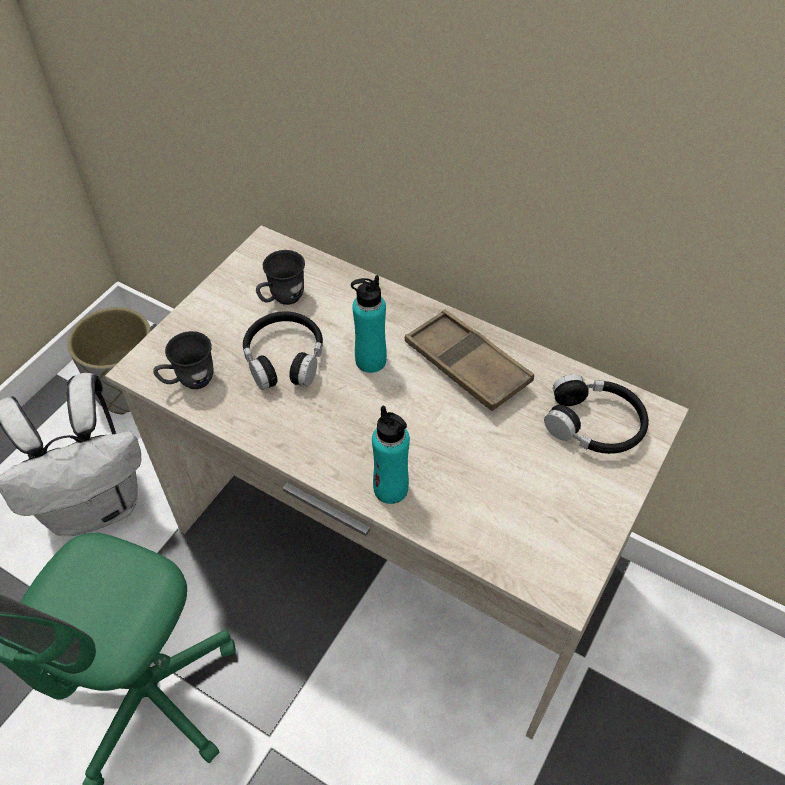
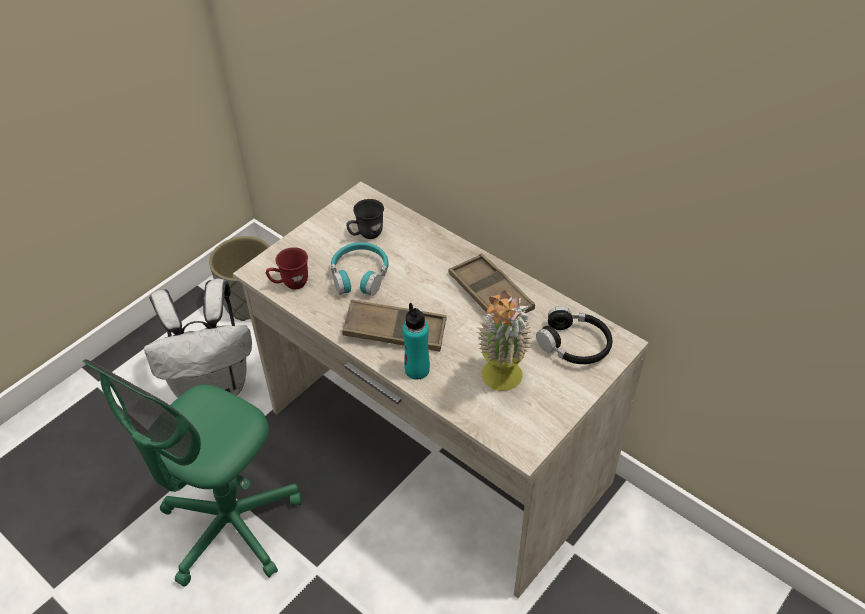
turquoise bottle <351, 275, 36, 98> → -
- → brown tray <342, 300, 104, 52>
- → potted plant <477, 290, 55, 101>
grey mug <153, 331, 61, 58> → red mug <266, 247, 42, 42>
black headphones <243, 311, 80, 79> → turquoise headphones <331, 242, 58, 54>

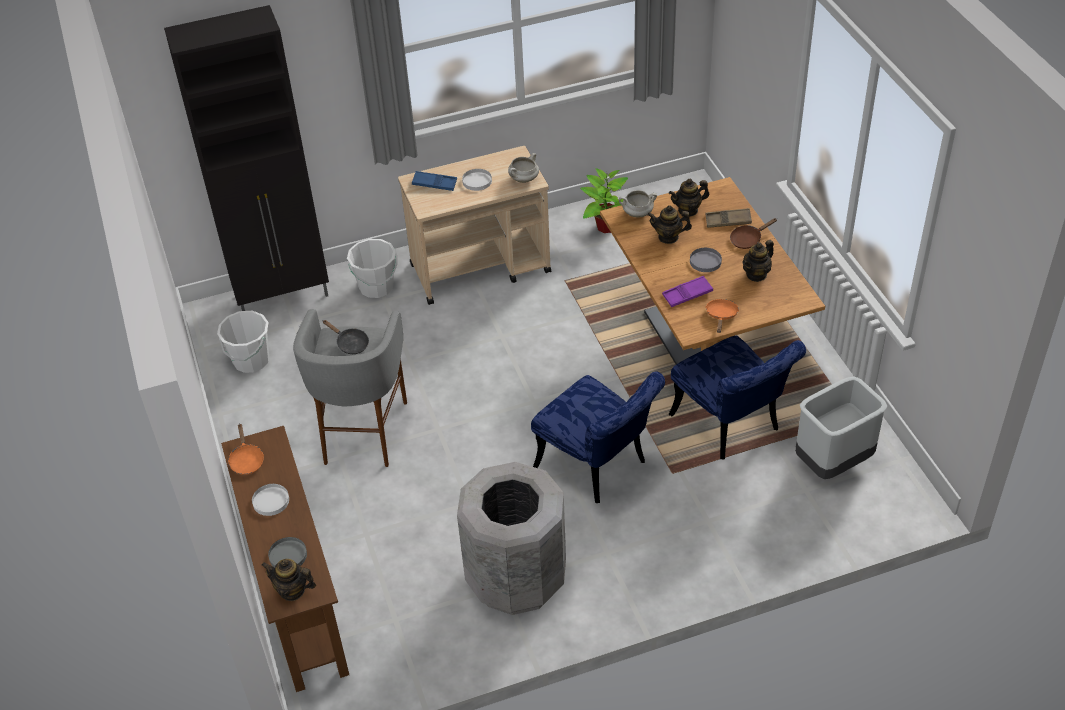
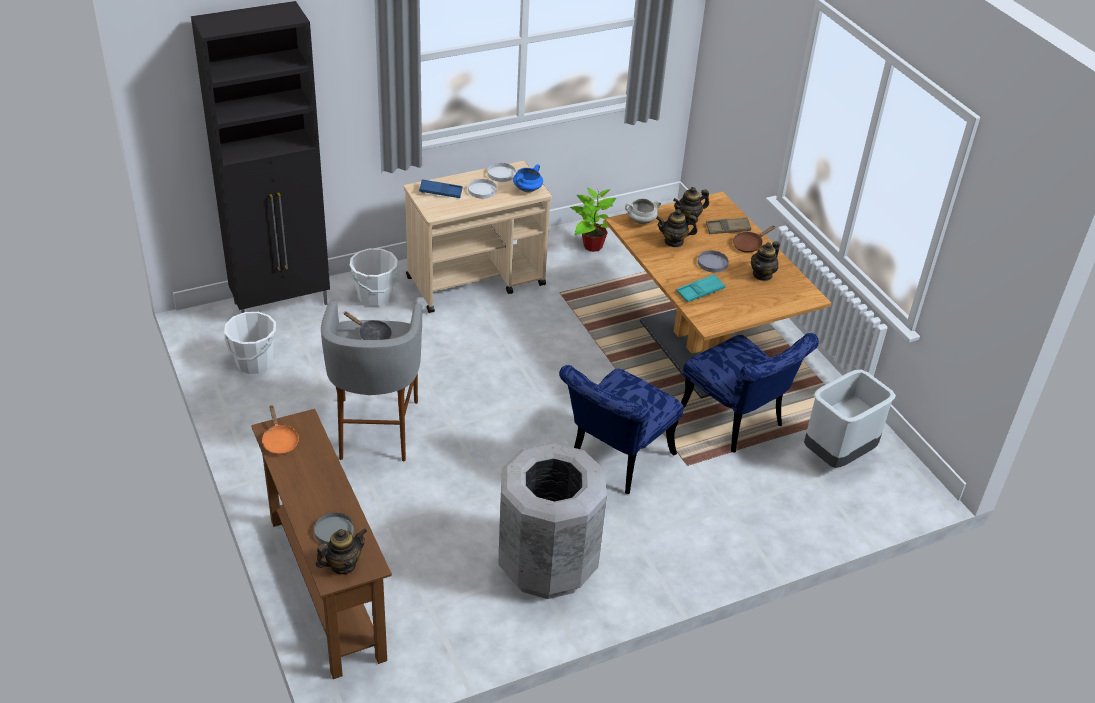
orange frying pan <705, 299, 34, 34> → -
white plate <252, 484, 37, 32> → white plate <487, 163, 29, 19>, move
white cooking pot <508, 153, 31, 30> → blue cooking pot <513, 164, 30, 28>
purple tray <662, 276, 51, 31> → turquoise tray <677, 274, 48, 28>
teapot <261, 559, 55, 42> → teapot <316, 528, 51, 46>, 135 degrees clockwise
blue chair <531, 371, 134, 132> → blue chair <559, 365, 124, 129>, 90 degrees clockwise

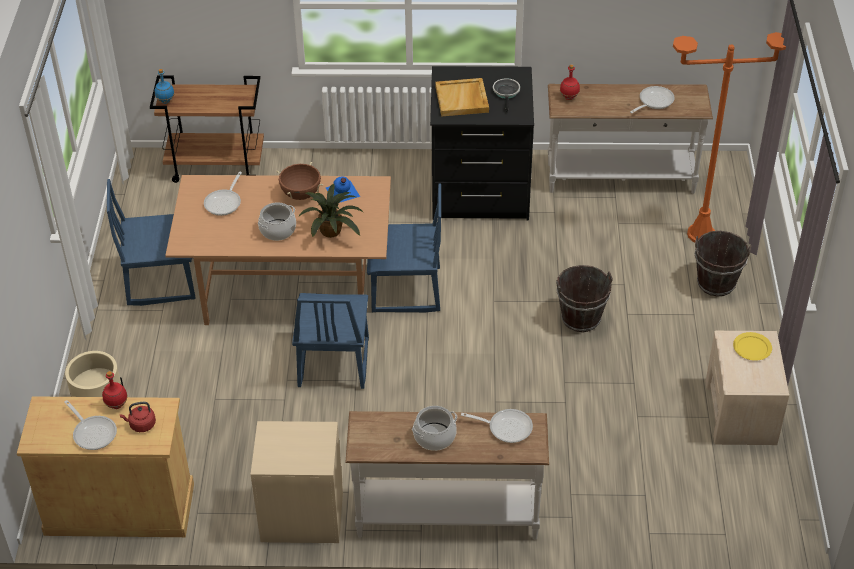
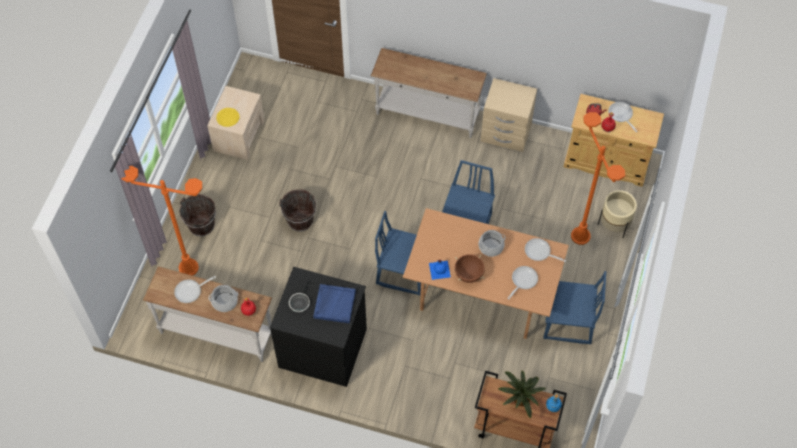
- → orange floor lamp <571, 112, 54, 133>
potted plant <299, 184, 65, 54> → potted plant <498, 370, 48, 48>, move
cooking pot <412, 406, 45, 45> → cooking pot <208, 285, 30, 27>, move
frying pan <461, 409, 72, 34> → frying pan <525, 238, 41, 24>, move
beige tray <435, 78, 54, 39> → blue tray <313, 284, 43, 39>

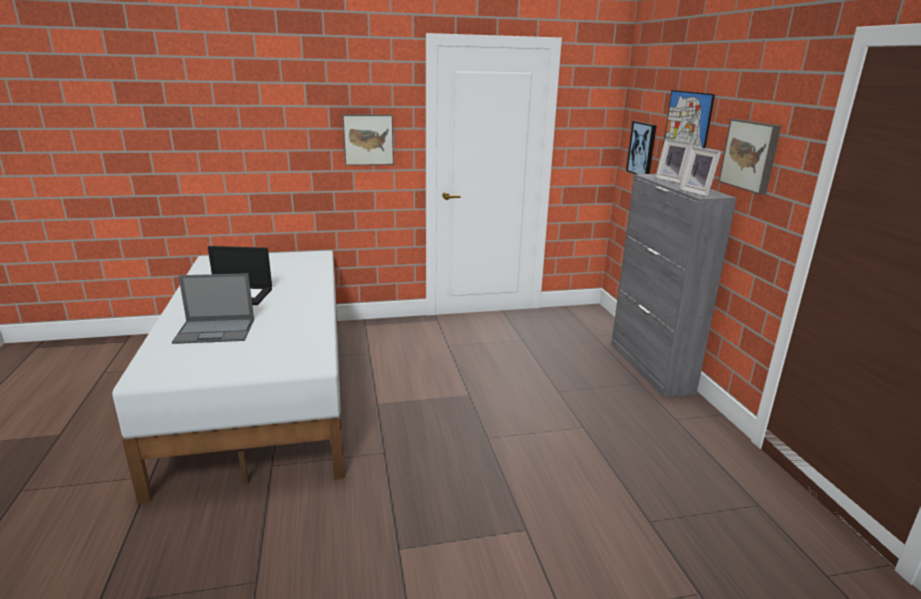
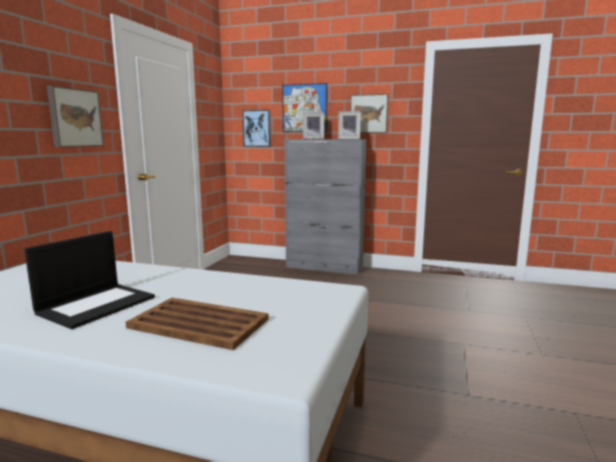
laptop <172, 273, 82, 71> → brown tray <126, 298, 143, 52>

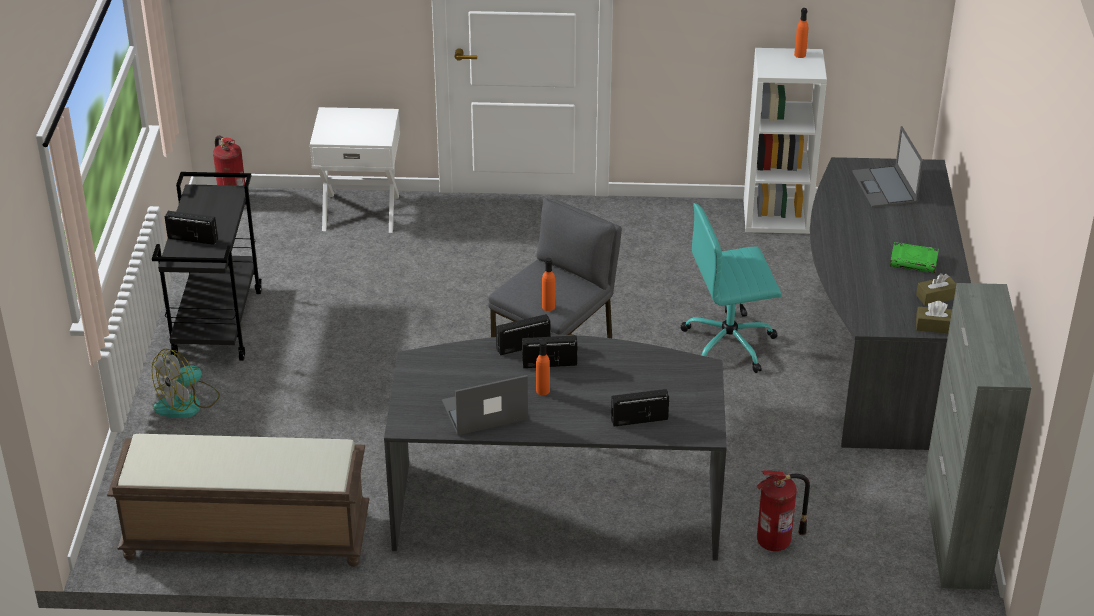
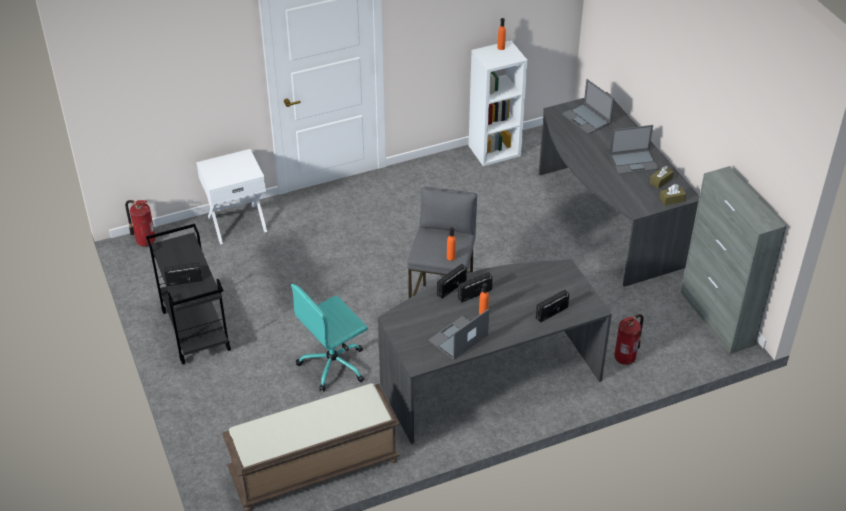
fan <152, 349, 68, 69> → -
turquoise office chair <680, 203, 101, 170> → turquoise office chair <291, 284, 77, 107>, move
green book <890, 242, 49, 31> → laptop <609, 125, 50, 49>

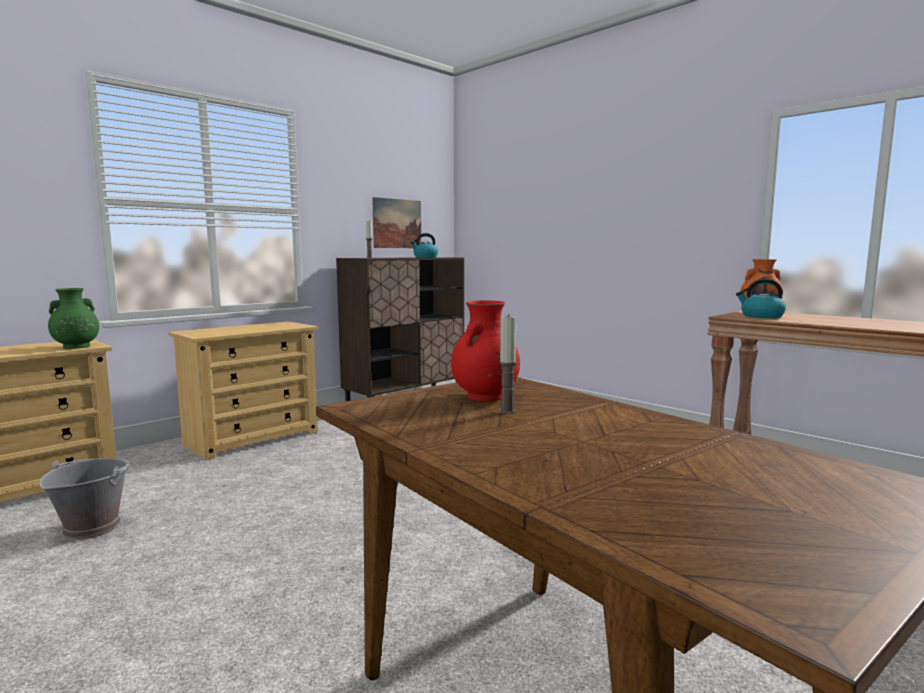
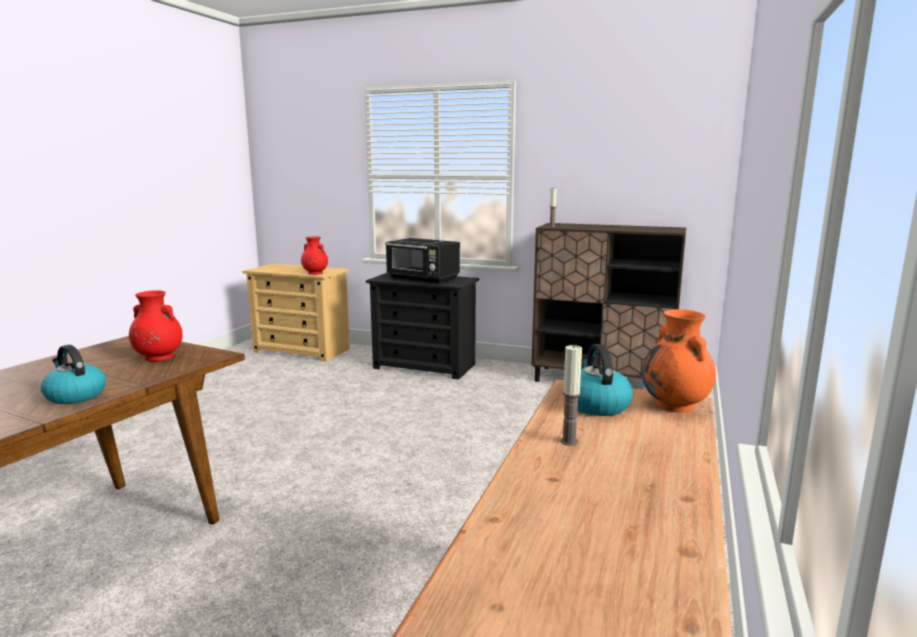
grey bucket <39, 458, 91, 82> → -
picture <372, 197, 49, 51> → -
- → black microwave <385, 238, 75, 46>
kettle <411, 233, 27, 25> → kettle <41, 345, 65, 59>, move
candle <499, 314, 18, 100> → candle <561, 344, 21, 102>, move
green vase <48, 288, 51, 61> → red vase <301, 236, 27, 39>
beige dresser <168, 321, 150, 139> → black dresser <366, 273, 113, 107>

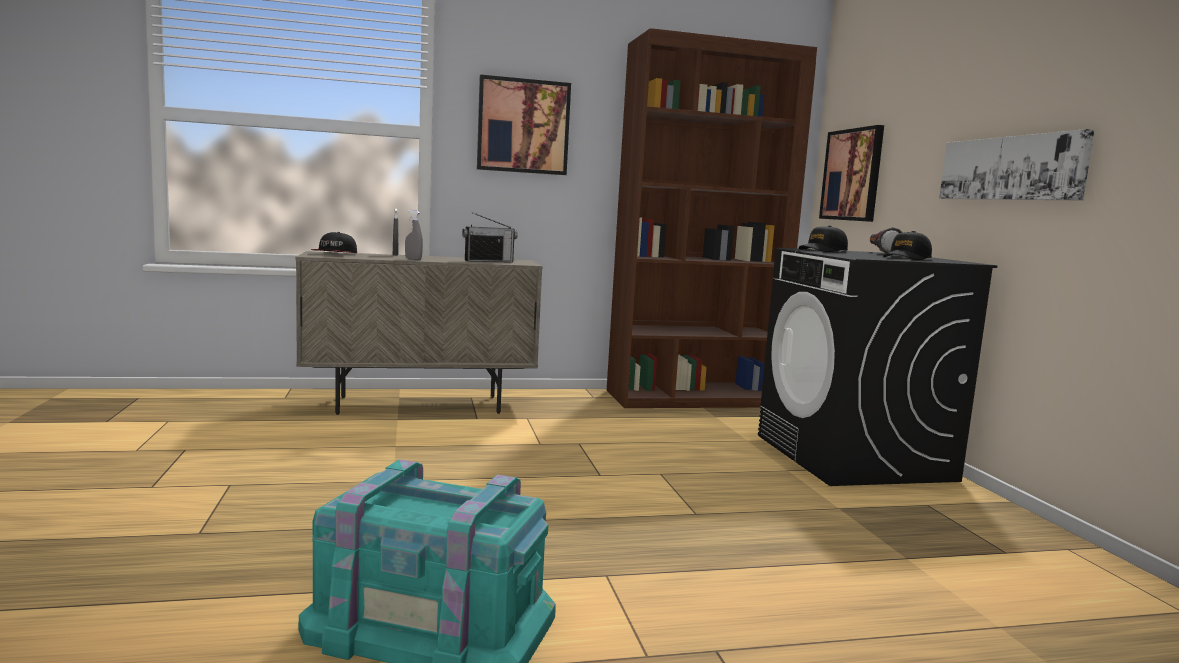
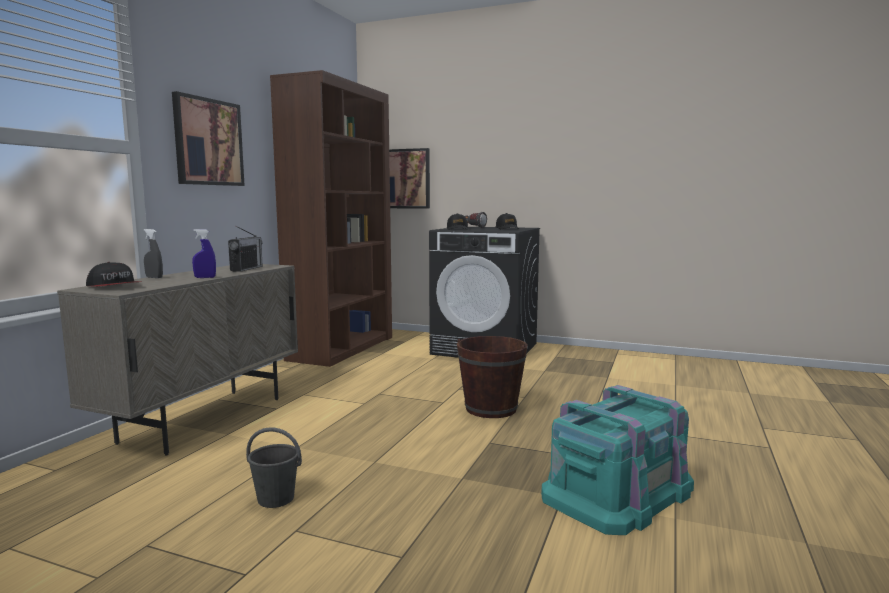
picture <939, 129, 156, 72> → -
- → grey bucket <246, 427, 56, 81>
- → brown bucket <457, 336, 71, 82>
grey spray bottle <405, 210, 18, 50> → blue spray bottle <192, 229, 24, 49>

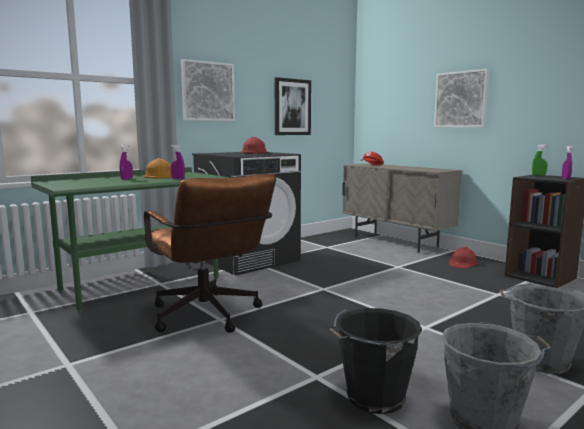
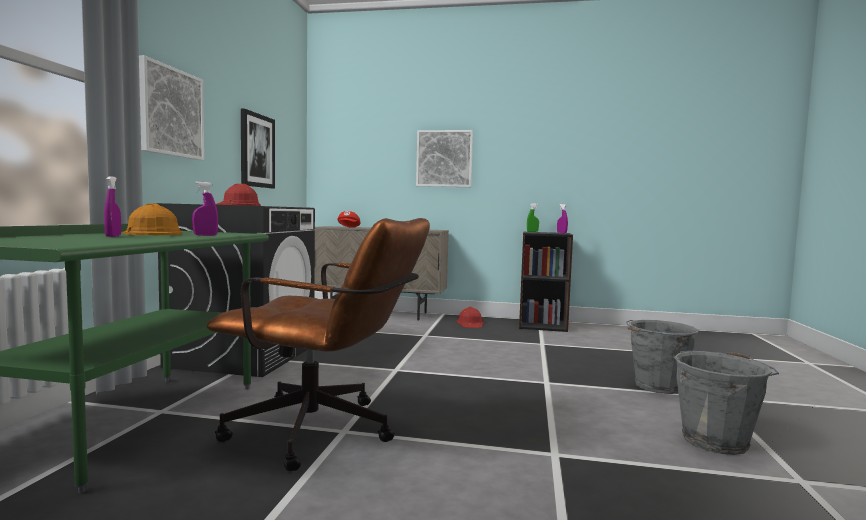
black bucket <329, 308, 93, 106> → -

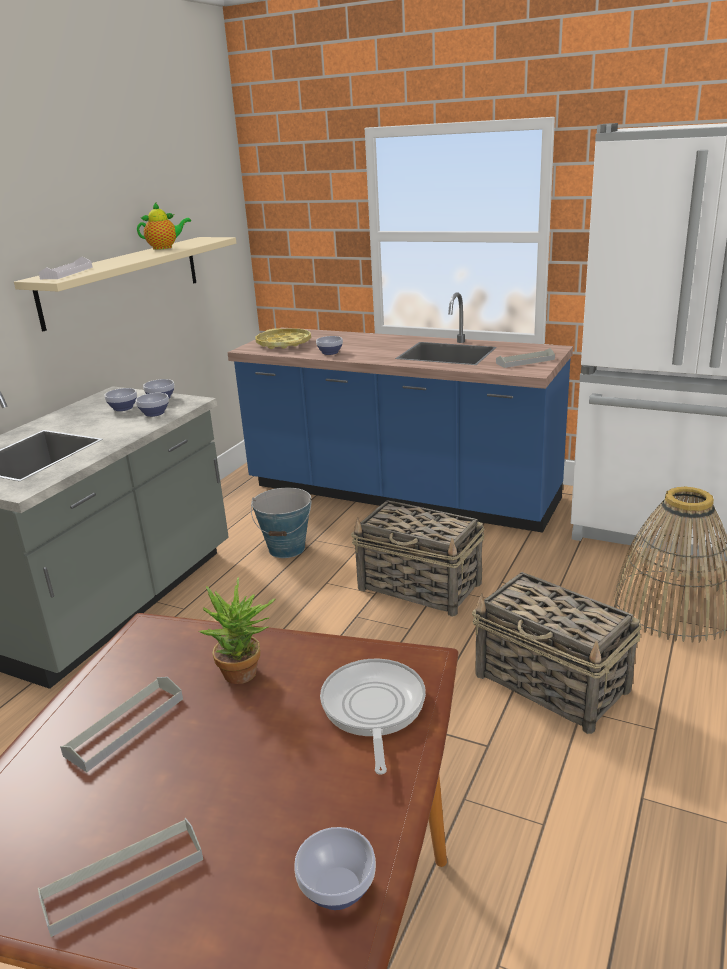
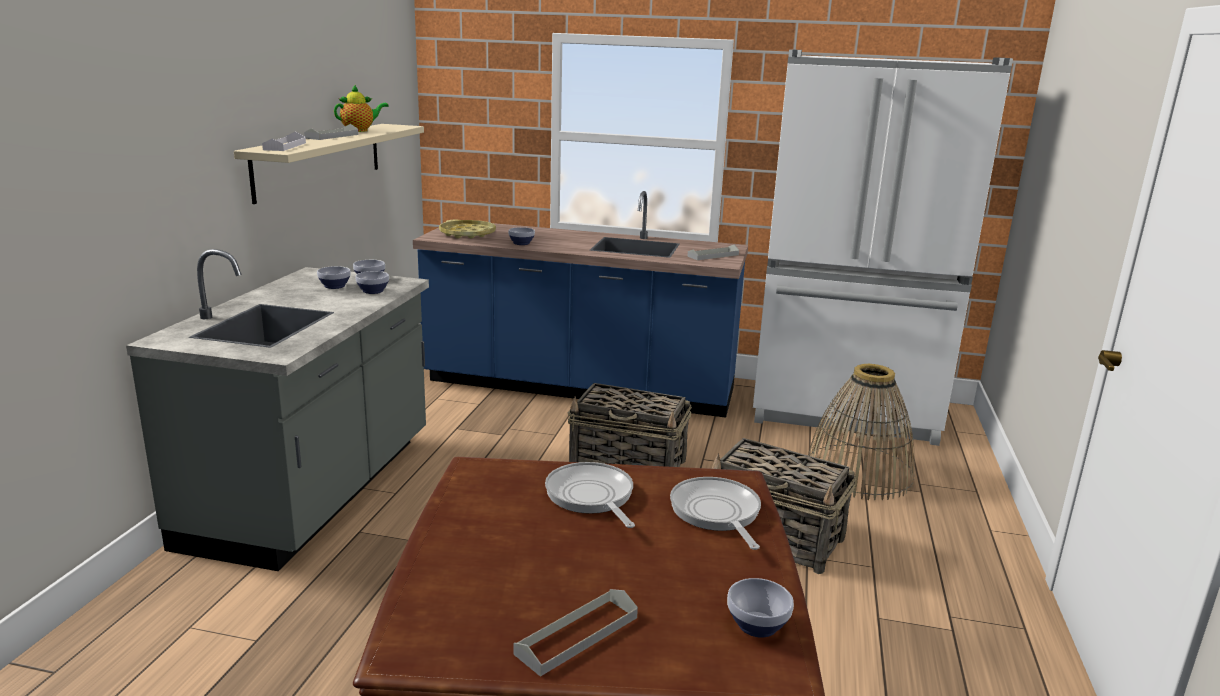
bucket <251, 488, 60, 70> → -
grey tray <60, 677, 123, 95> → grey tray <304, 124, 55, 16>, move
potted plant <199, 577, 77, 107> → frying pan <545, 462, 90, 66>

